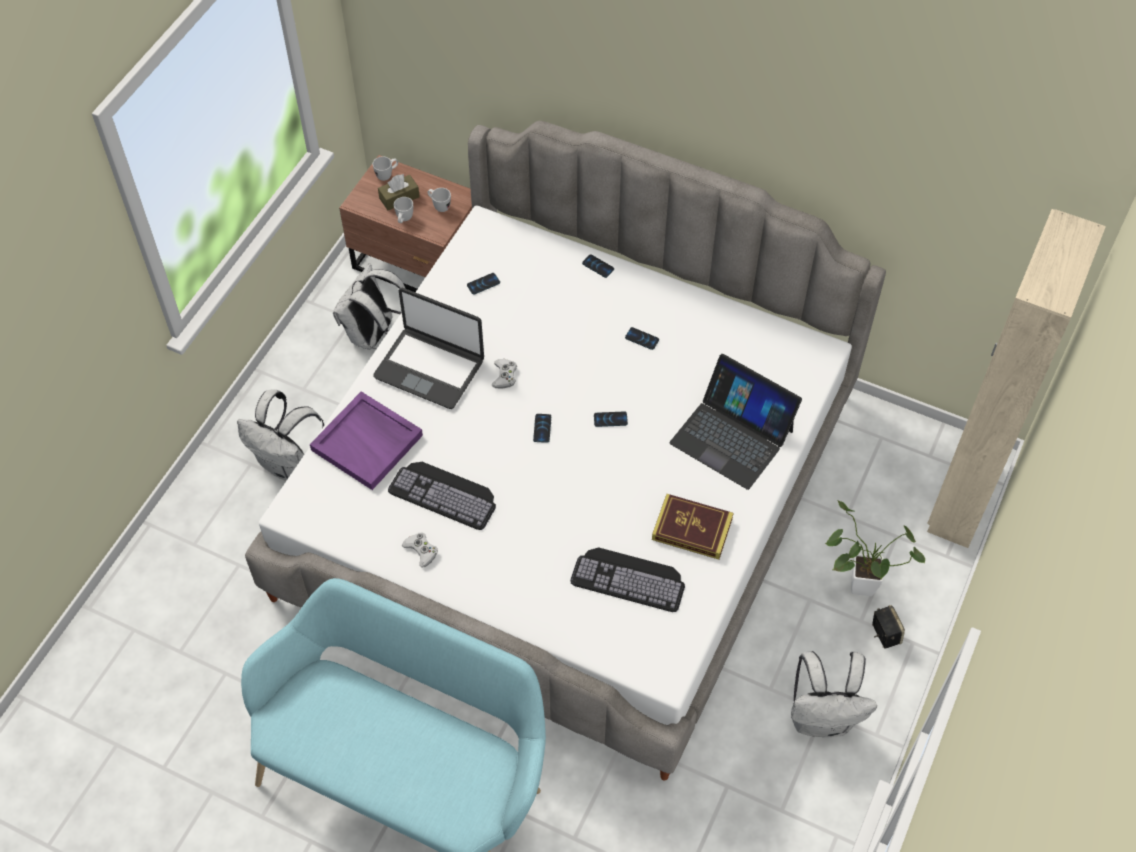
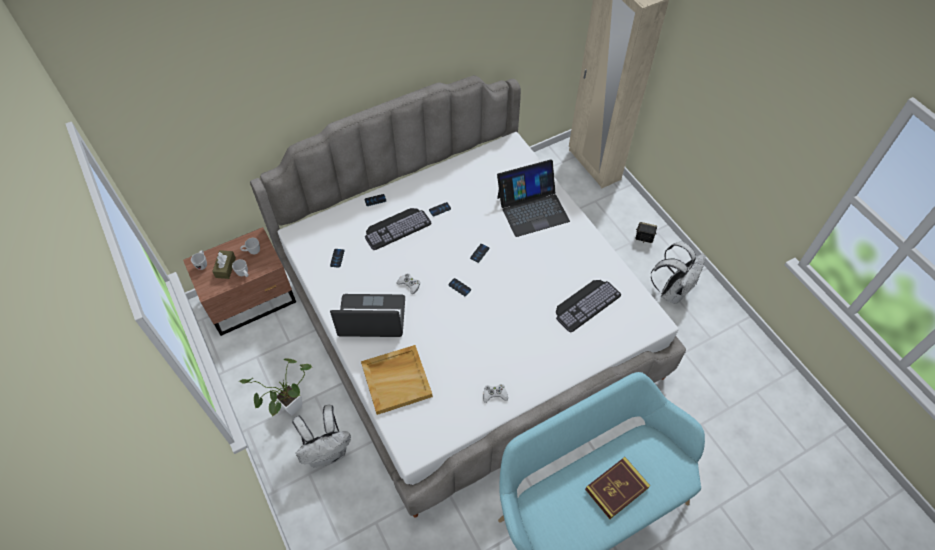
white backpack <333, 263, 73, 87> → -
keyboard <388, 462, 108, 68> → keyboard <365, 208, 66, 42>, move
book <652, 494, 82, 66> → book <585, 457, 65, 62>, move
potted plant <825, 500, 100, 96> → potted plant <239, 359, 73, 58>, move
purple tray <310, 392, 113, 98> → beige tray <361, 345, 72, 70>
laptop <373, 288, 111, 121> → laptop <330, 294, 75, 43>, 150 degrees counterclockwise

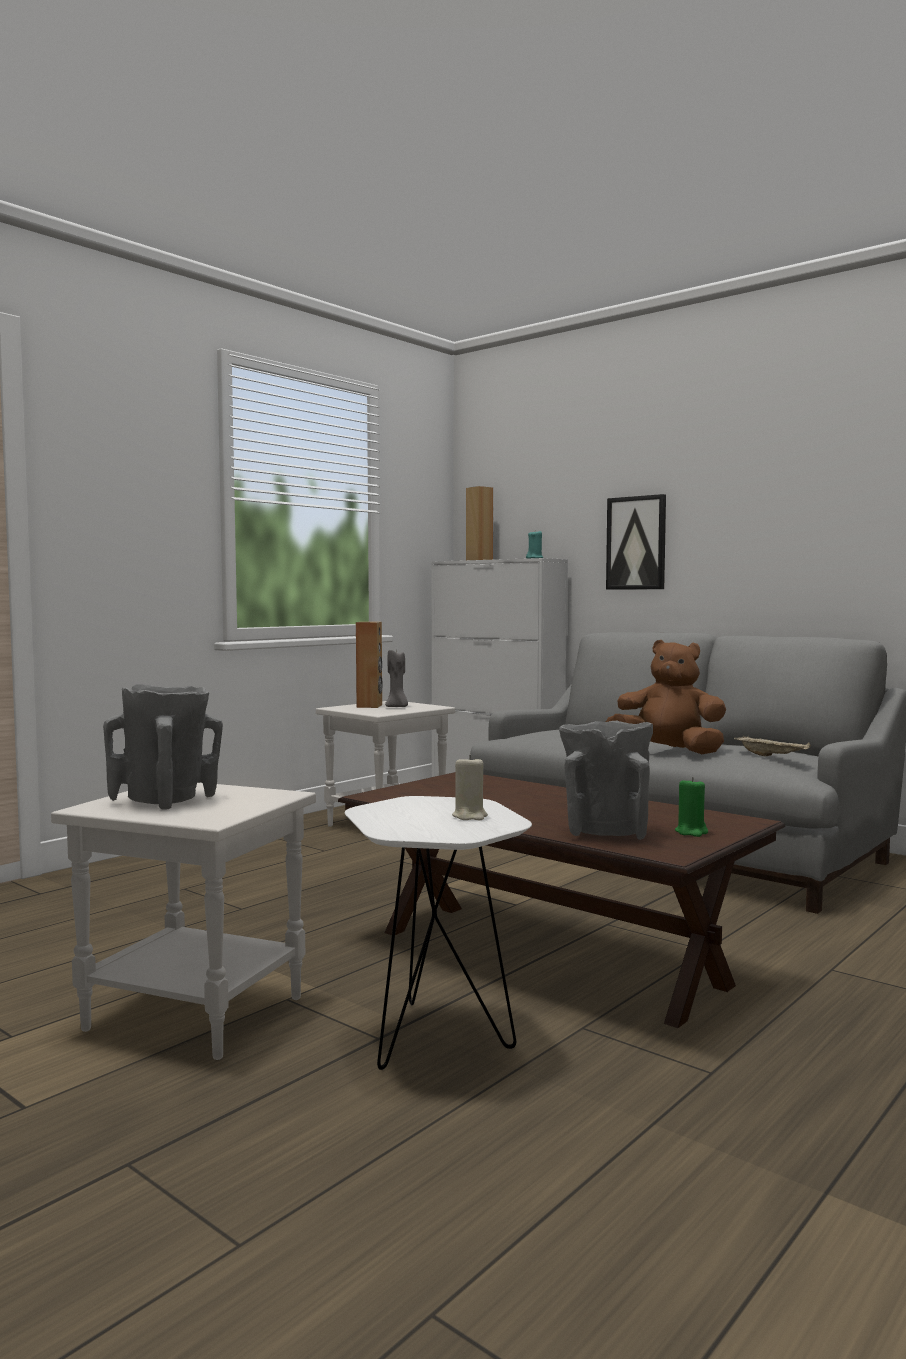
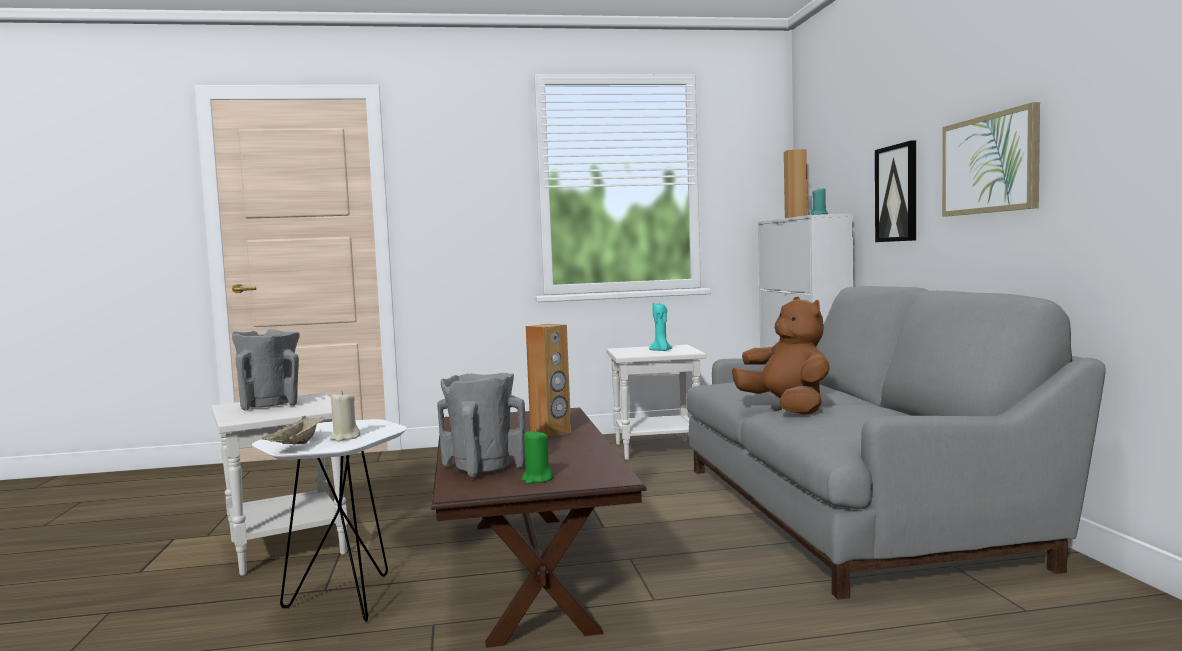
- → picture <942, 102, 98, 115>
brown speaker <356, 622, 27, 86> → brown speaker <526, 324, 45, 114>, move
beige tray <734, 736, 77, 21> → beige tray <262, 416, 63, 28>, move
grey candle <385, 649, 23, 58> → turquoise candle <649, 303, 23, 48>

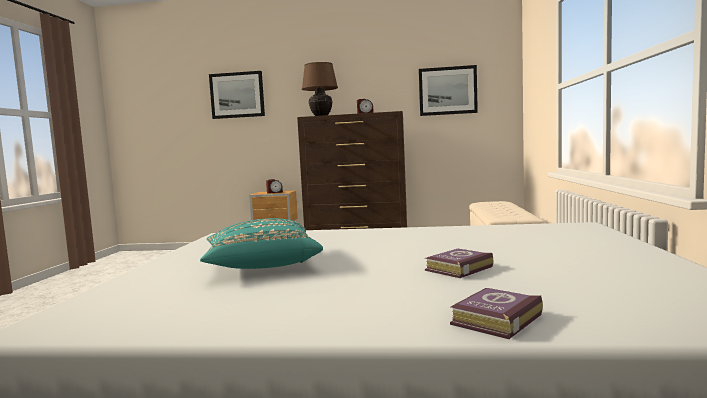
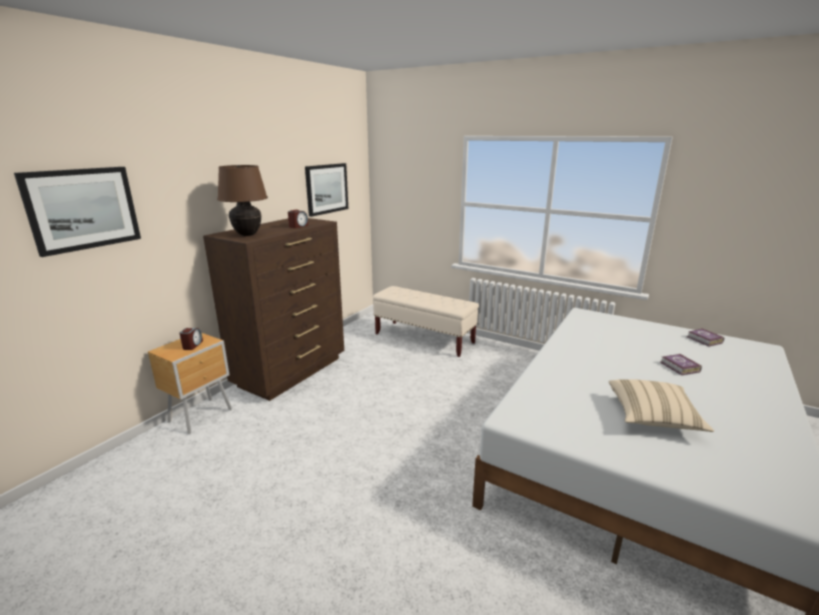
book <450, 288, 93, 51> → book <687, 328, 37, 19>, move
turquoise pillow <200, 218, 123, 51> → beige pillow <609, 379, 105, 53>

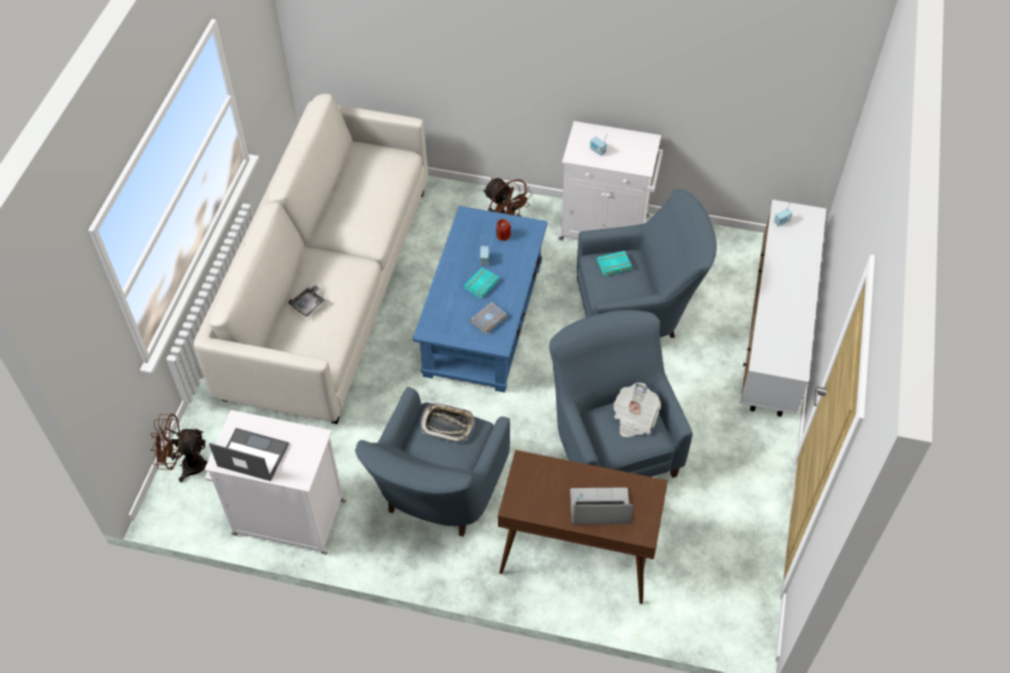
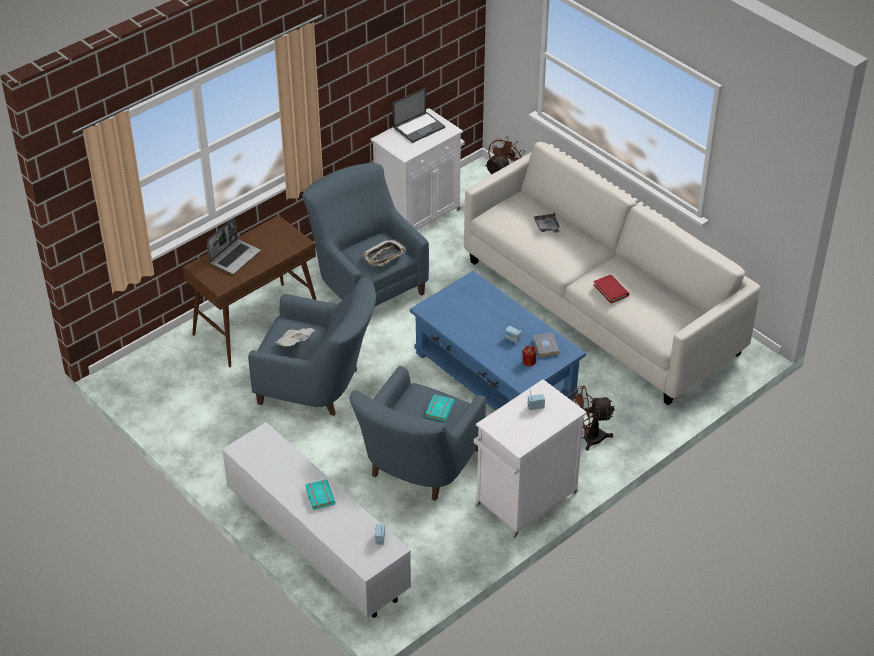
- → red book <593, 275, 36, 28>
turquoise book <463, 267, 36, 32> → turquoise book <305, 480, 30, 30>, move
grey book <469, 302, 38, 32> → grey book <533, 333, 27, 24>, move

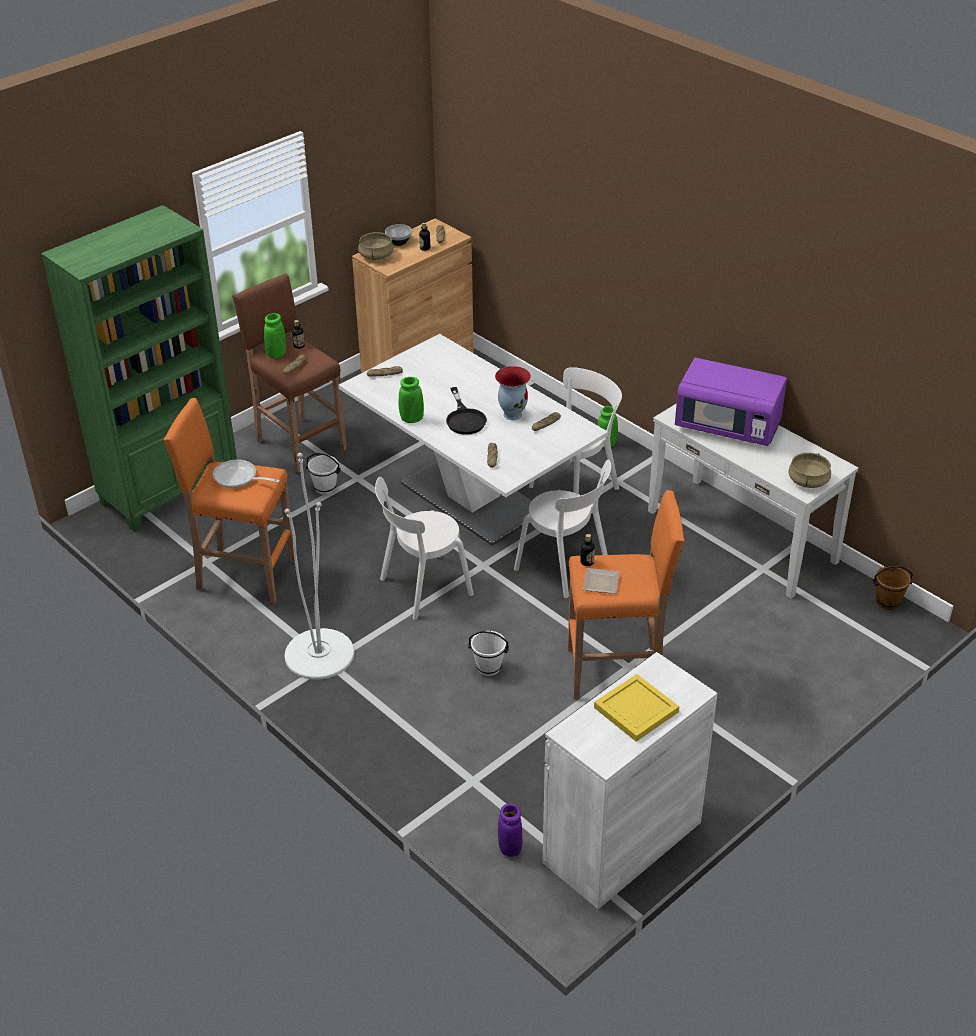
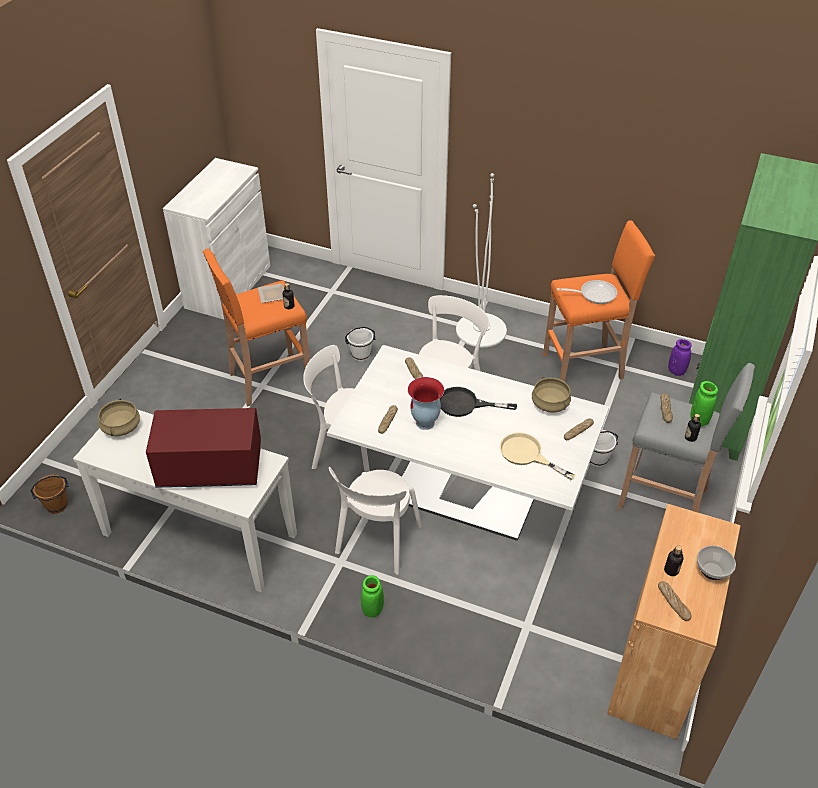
green vase <399, 377, 25, 46> → -
yellow tray <594, 674, 85, 68> → -
- → beige frying pan <500, 432, 75, 48>
beige cooking pot <358, 232, 36, 28> → beige cooking pot <532, 377, 39, 36>, move
purple vase <498, 804, 24, 53> → purple vase <668, 339, 24, 37>, move
brown stool <232, 274, 115, 201> → grey stool <618, 363, 137, 150>
purple microwave <675, 358, 112, 88> → red microwave <146, 408, 115, 80>
black frying pan <446, 387, 41, 48> → black frying pan <440, 387, 77, 30>, 45 degrees counterclockwise

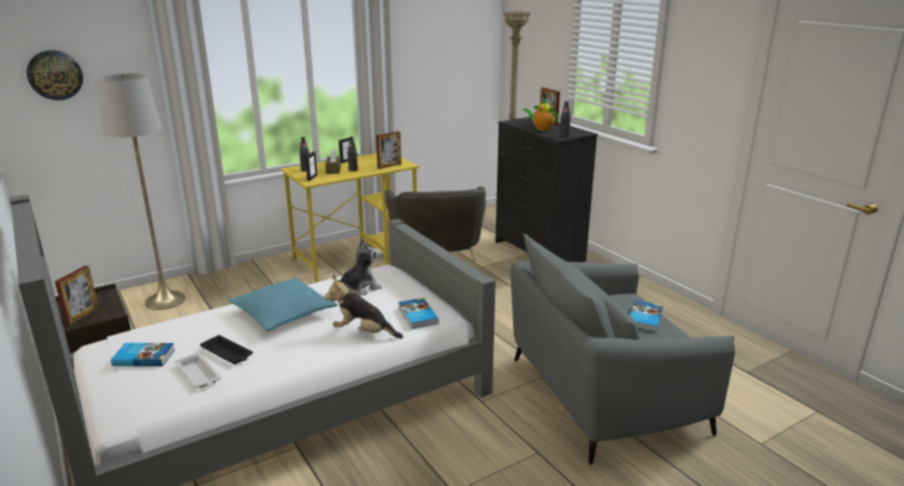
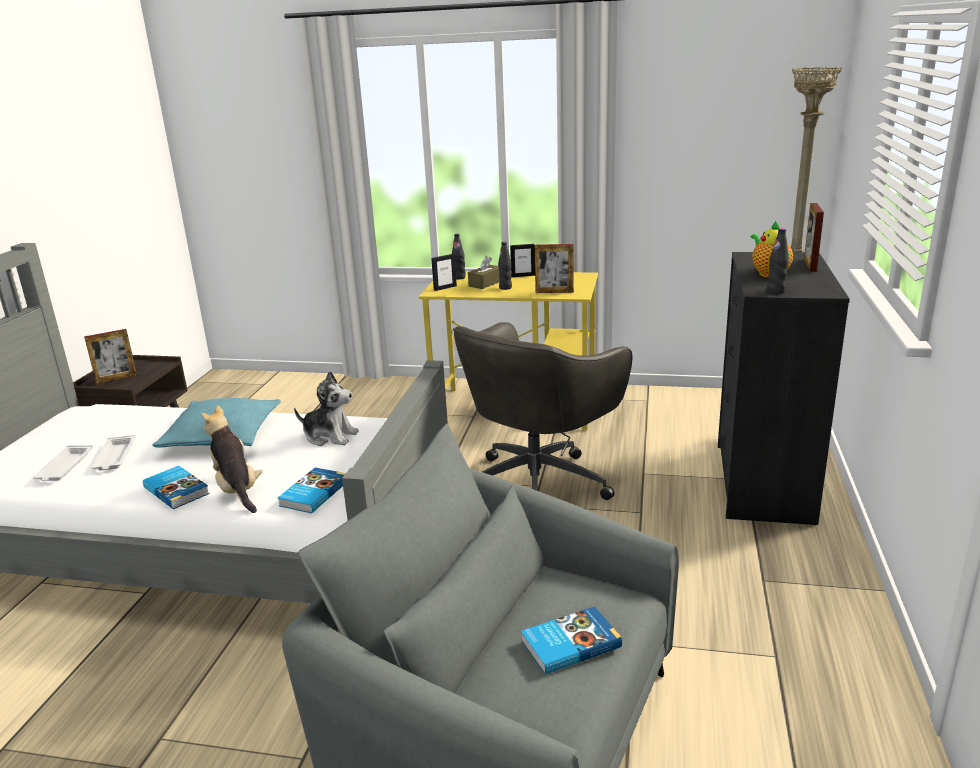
wall clock <27, 50, 56, 50> → -
grey floor lamp <98, 74, 87, 236> → -
book <111, 343, 64, 23> → book <143, 466, 67, 43>, move
black tray <200, 335, 53, 29> → white tray <91, 435, 45, 35>

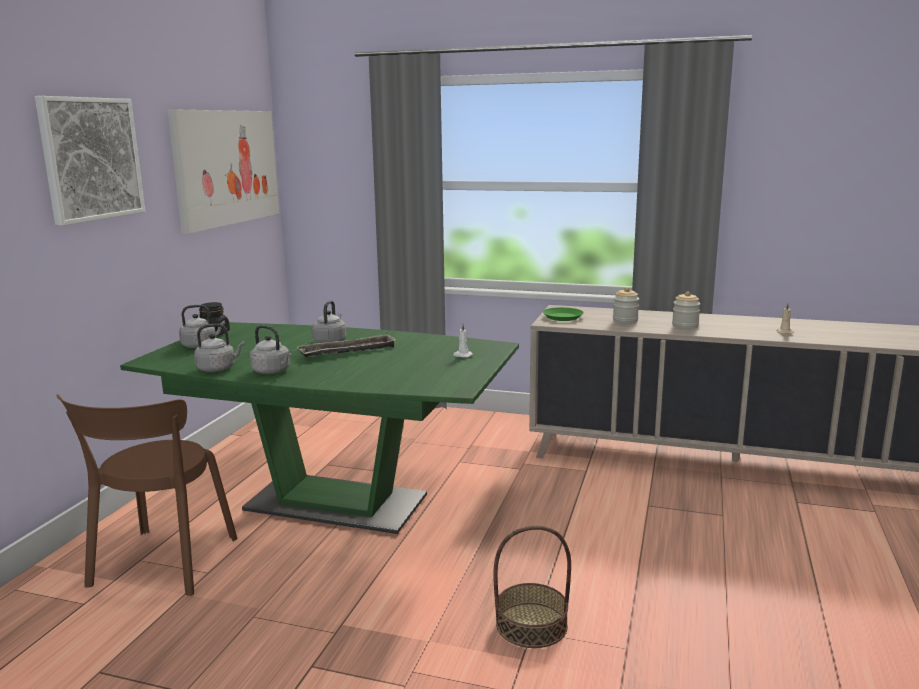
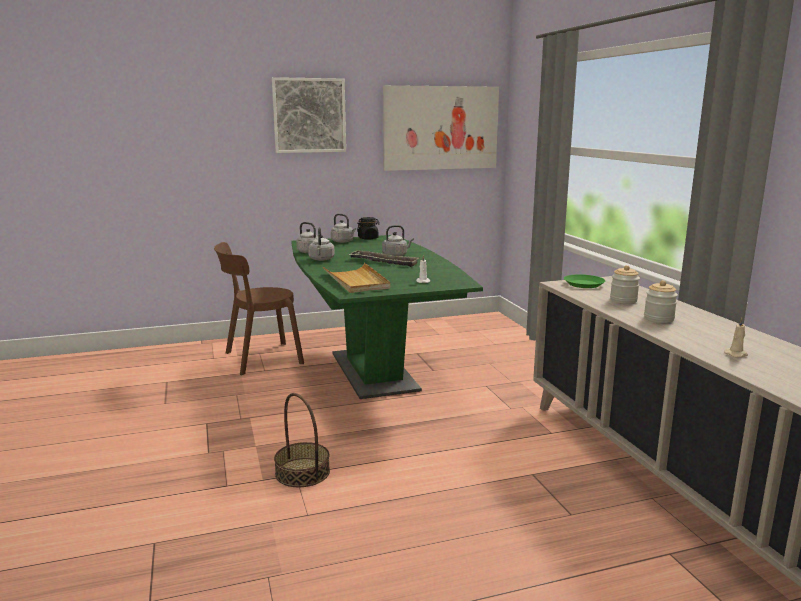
- → beige tray <323, 263, 68, 30>

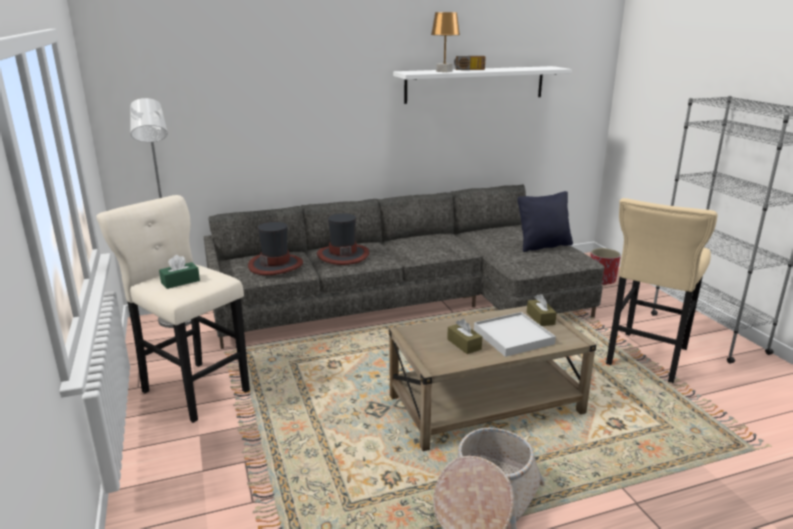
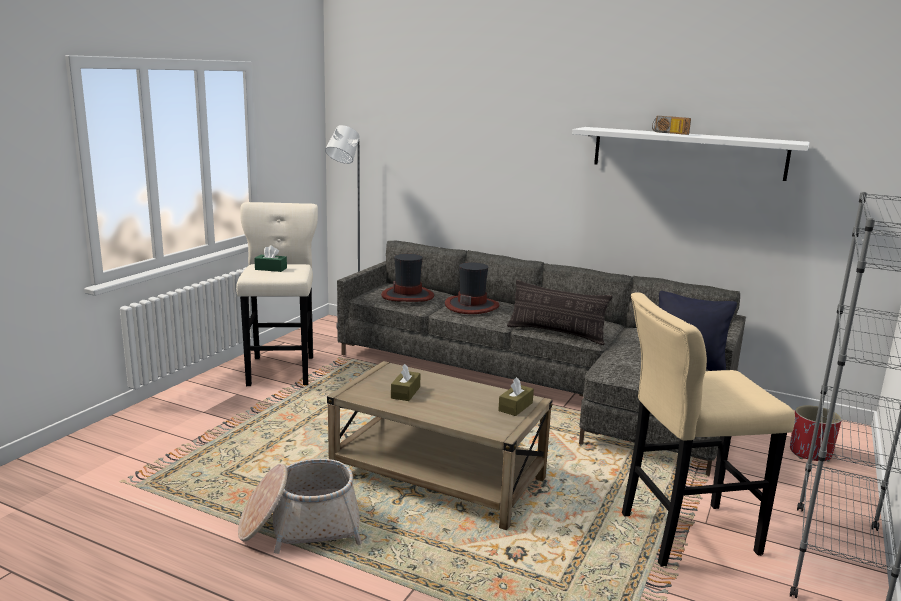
brown table lamp <431, 12, 29, 60> → -
white tray <474, 312, 82, 45> → -
- → pillow <507, 280, 106, 65>

